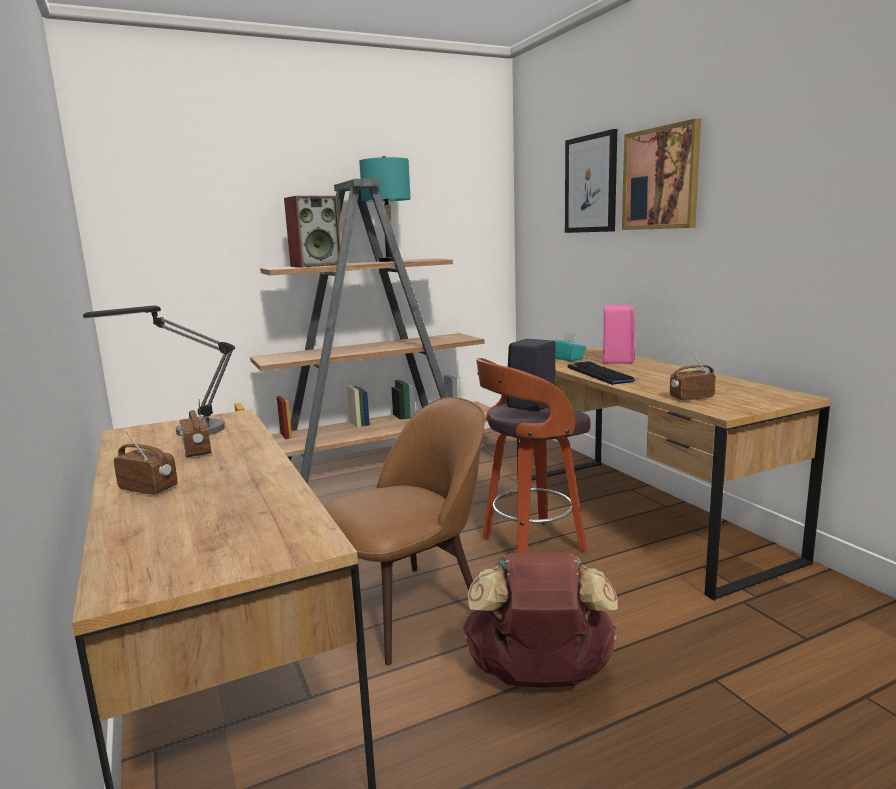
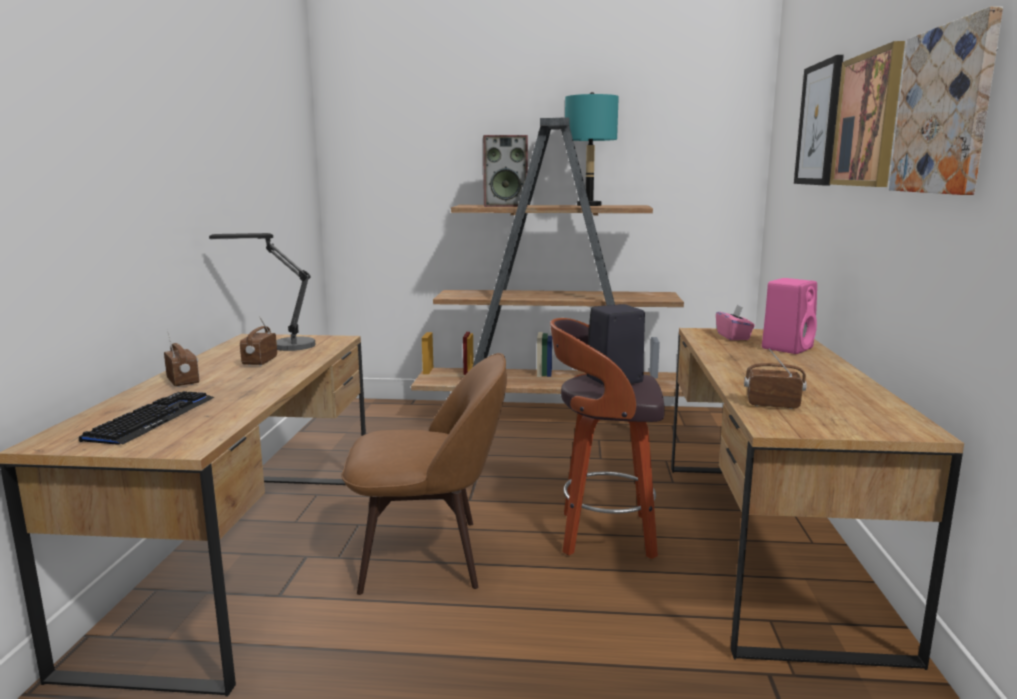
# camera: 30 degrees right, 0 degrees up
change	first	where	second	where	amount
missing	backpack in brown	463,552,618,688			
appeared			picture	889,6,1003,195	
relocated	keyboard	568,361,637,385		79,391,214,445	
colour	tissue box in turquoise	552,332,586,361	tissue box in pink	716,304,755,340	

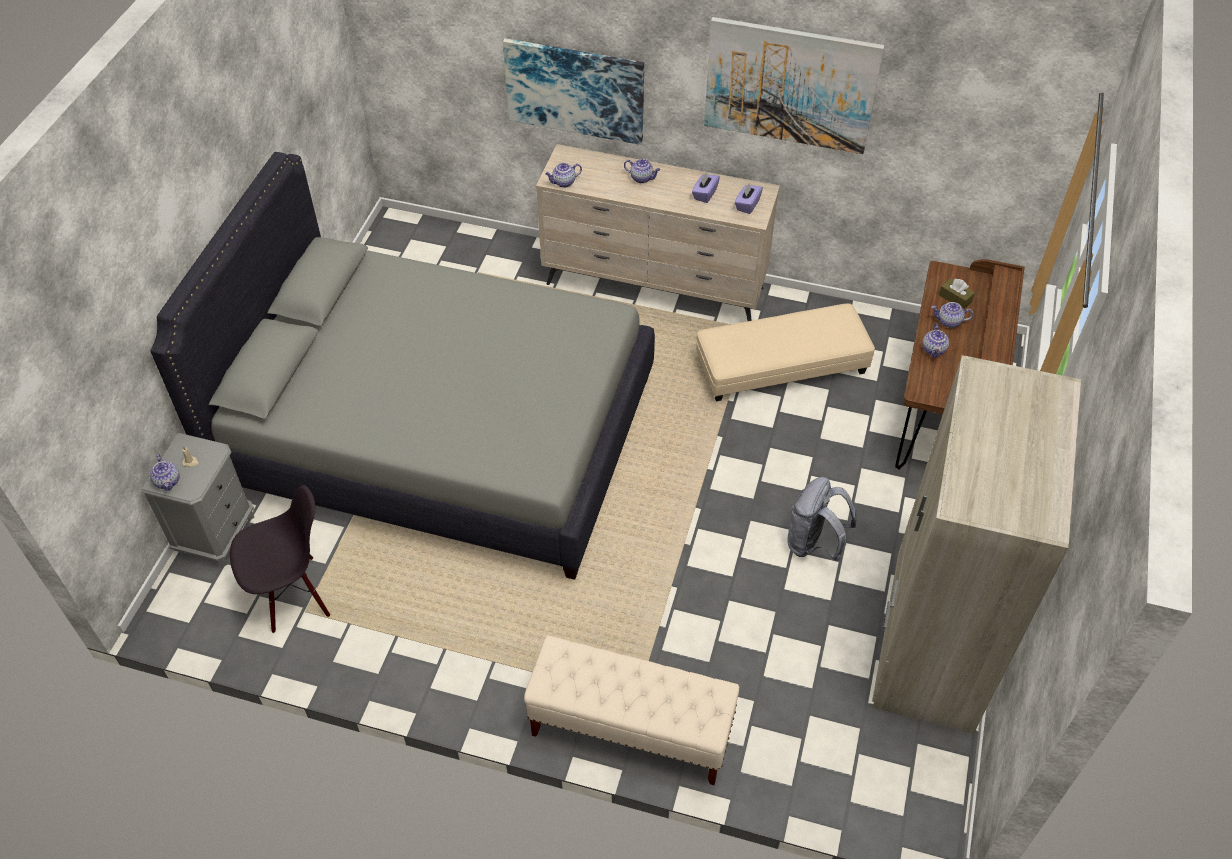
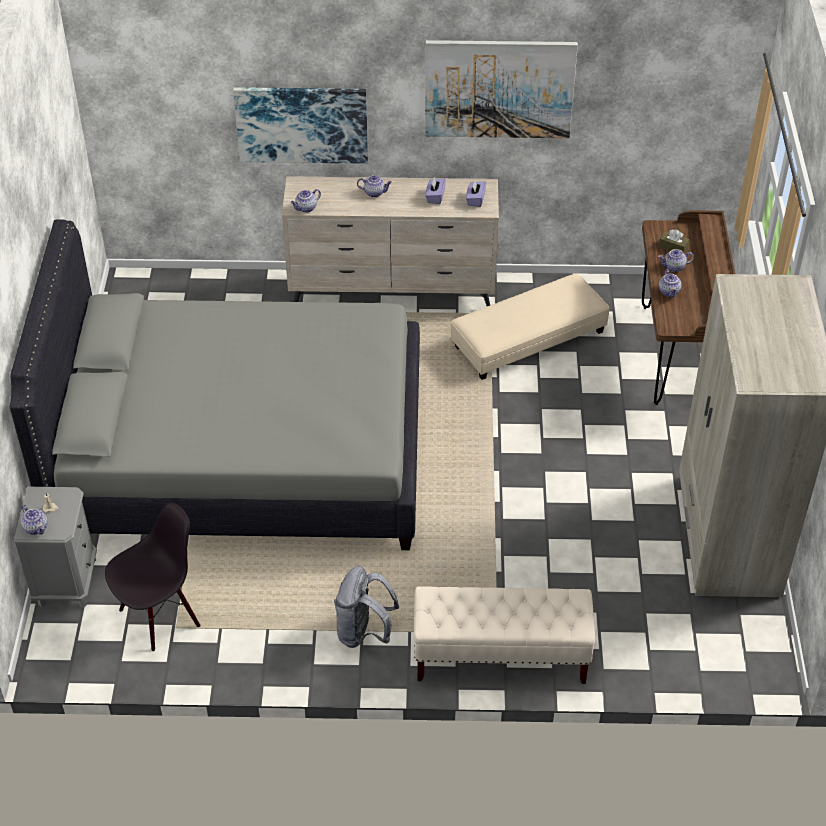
# camera: 15 degrees left, 5 degrees down
change	first	where	second	where	amount
relocated	backpack in grey	787,477,856,561		334,566,399,648	

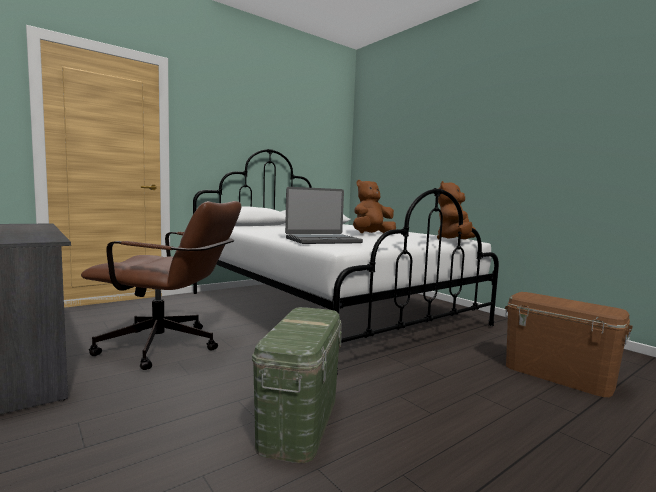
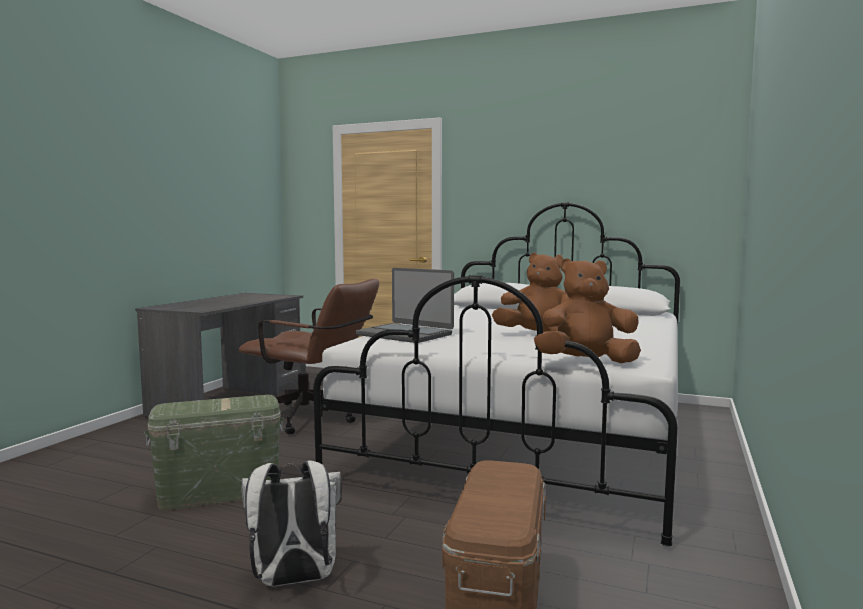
# camera: 60 degrees right, 0 degrees up
change	first	where	second	where	amount
appeared			backpack in white	241,460,341,586	
spun	office chair in brown	81,201,241,370		239,279,379,435	45 degrees counterclockwise

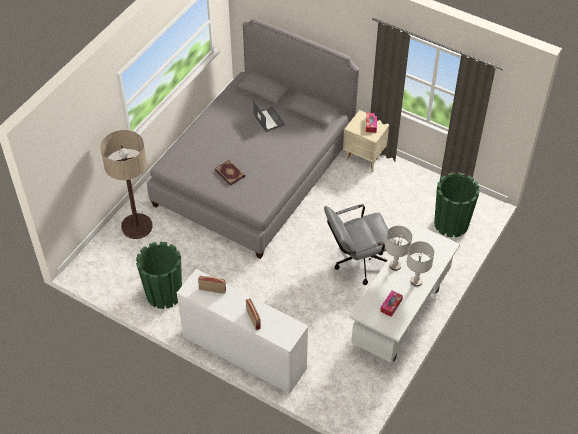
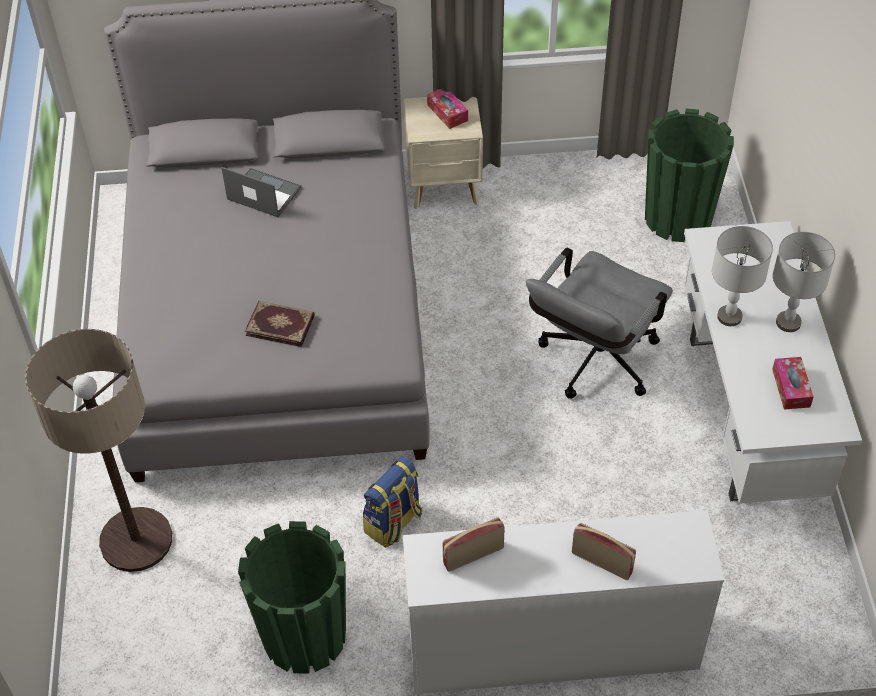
# camera: 35 degrees left, 0 degrees up
change	first	where	second	where	amount
appeared			backpack	363,456,422,548	

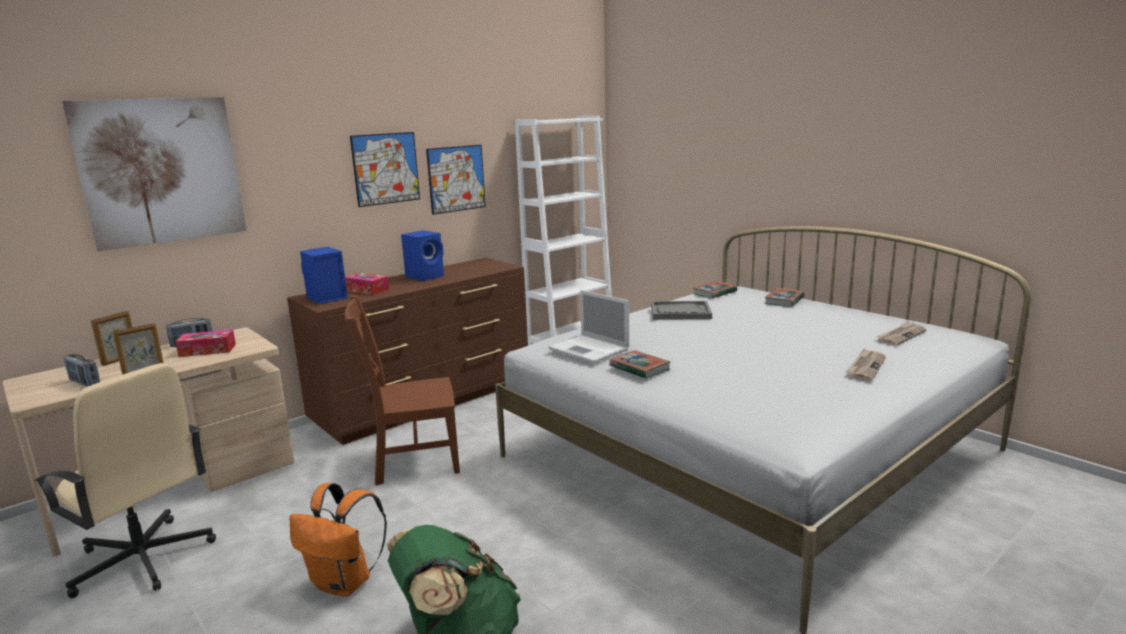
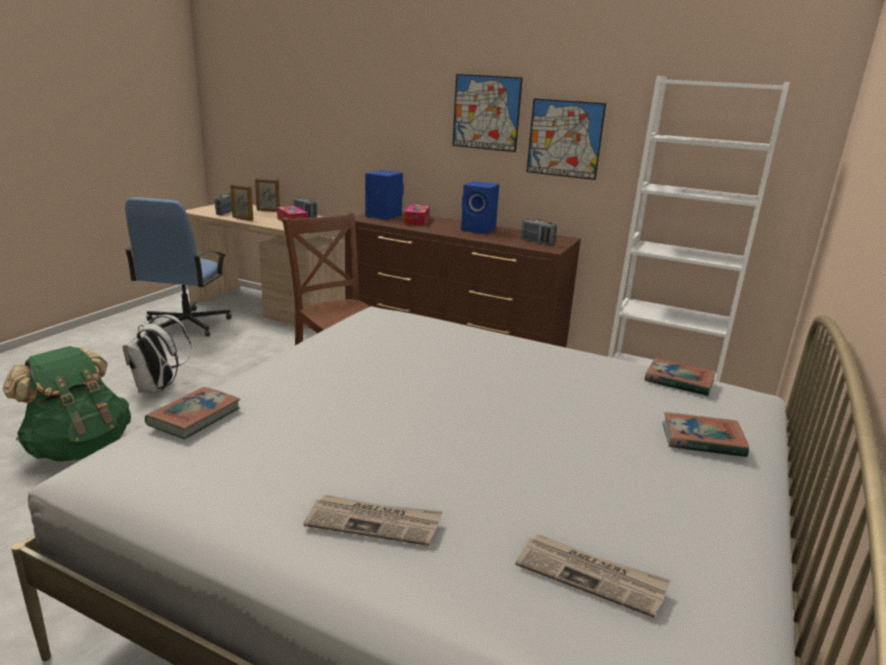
# camera: 65 degrees right, 5 degrees up
change	first	where	second	where	amount
missing	picture	62,97,247,251			
missing	laptop	548,290,629,363			
missing	tray in grey	651,301,712,320			
appeared			radio	520,218,557,245	
relocated	book	610,350,671,379		145,387,240,439	
colour	office chair in beige	34,363,216,598	office chair in blue	124,197,232,337	
colour	backpack in orange	289,483,387,597	backpack in white	122,315,192,393	

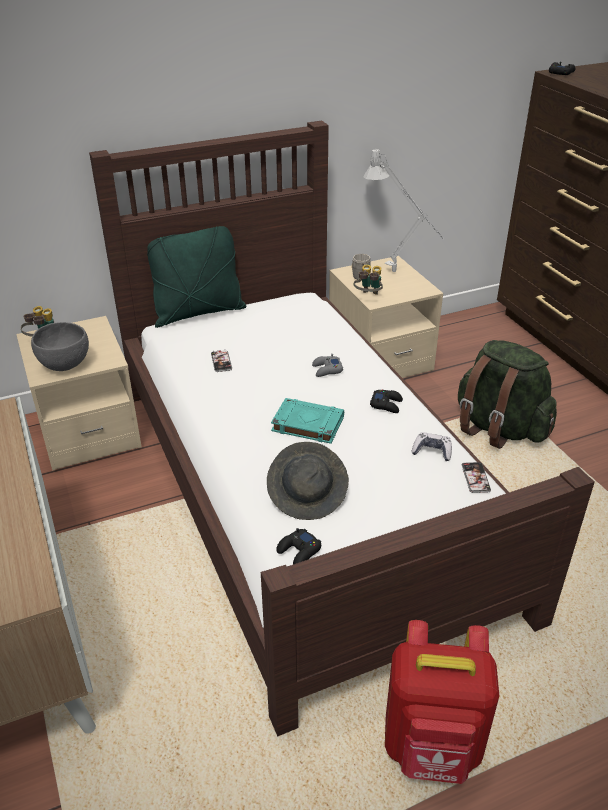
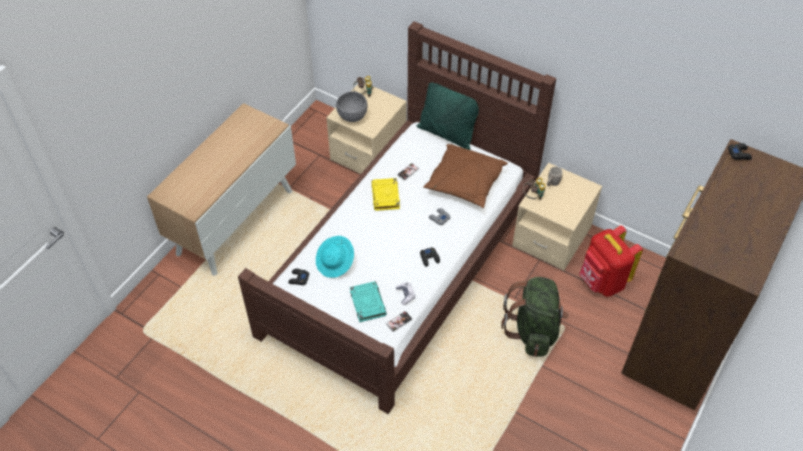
# camera: 55 degrees right, 15 degrees up
change	first	where	second	where	amount
missing	table lamp in grey	363,148,444,272			
appeared			book in yellow	372,178,400,211	
appeared			pillow in brown	423,144,508,208	
relocated	book in turquoise	271,398,344,444		350,281,387,322	
relocated	backpack in red	385,620,499,784		579,226,643,297	
colour	hat in grey	267,442,349,520	hat in turquoise	316,236,354,278	

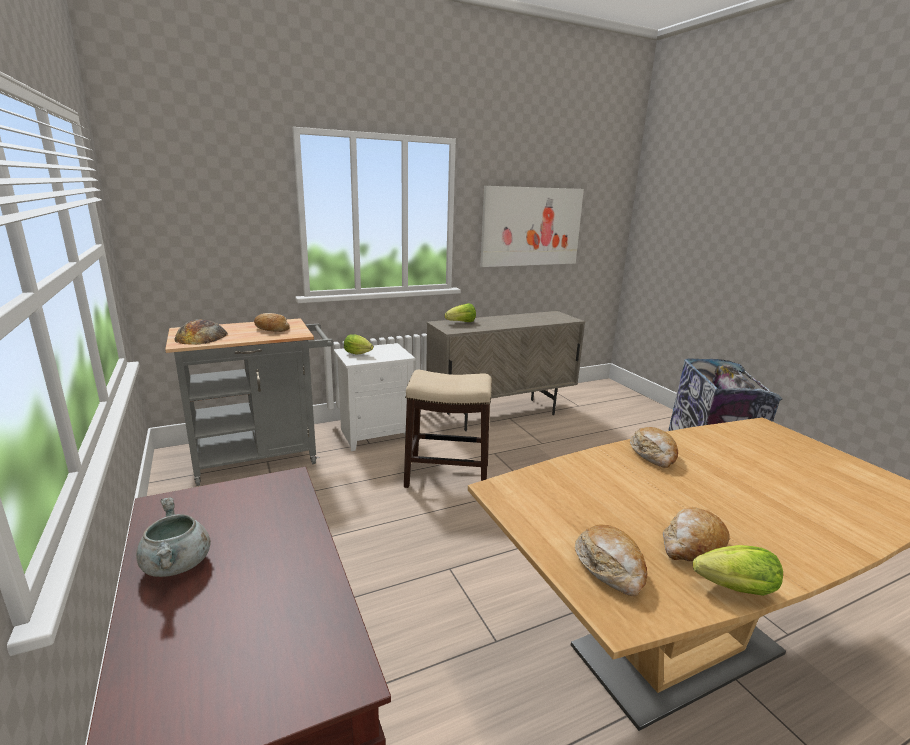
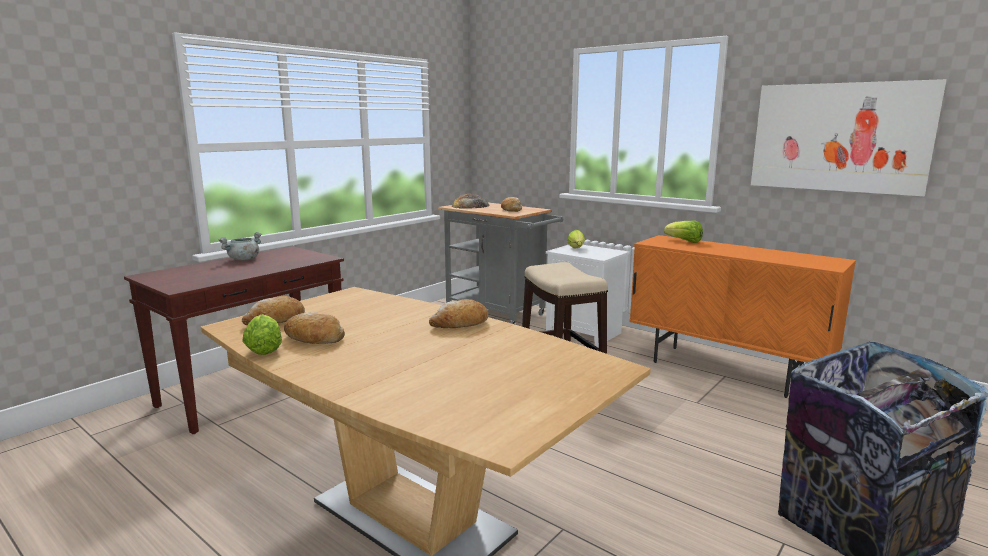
# camera: 65 degrees right, 5 degrees down
change	first	where	second	where	amount
colour	cabinet in beige	426,311,585,431	cabinet in orange	629,235,856,398	

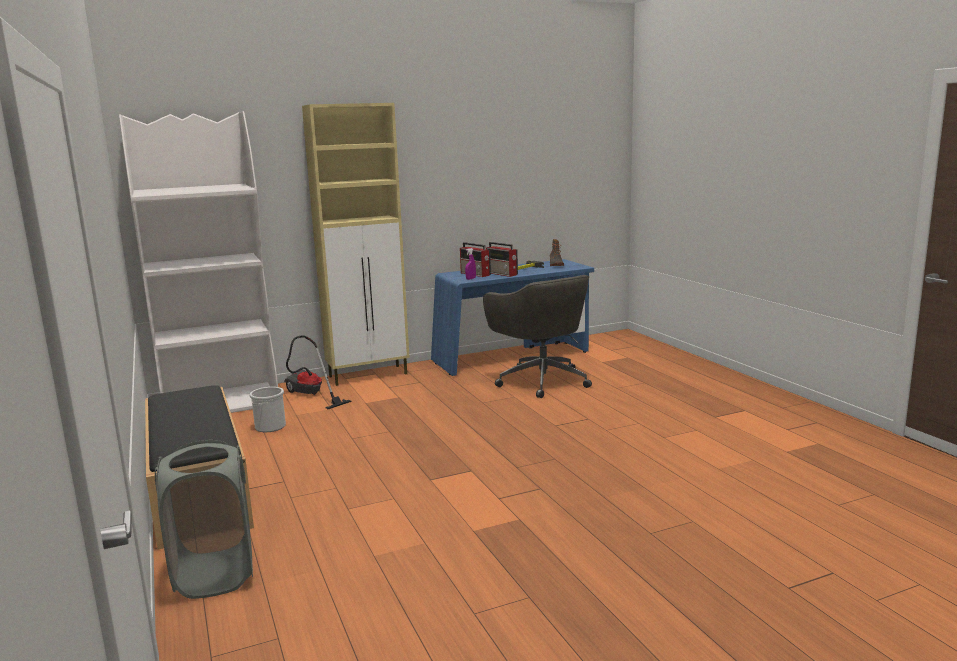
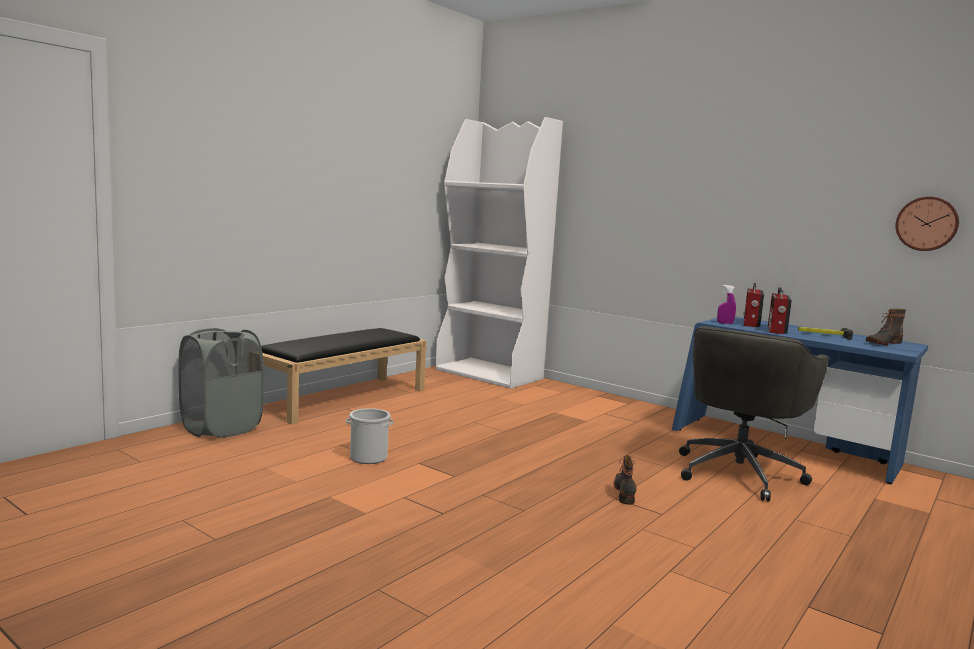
# camera: 60 degrees right, 5 degrees down
change	first	where	second	where	amount
missing	vacuum cleaner	284,335,352,409			
missing	cabinet in beige	302,103,410,386			
appeared			boot	614,455,637,505	
appeared			wall clock	895,197,959,251	
relocated	bucket	249,387,286,432		346,408,394,464	

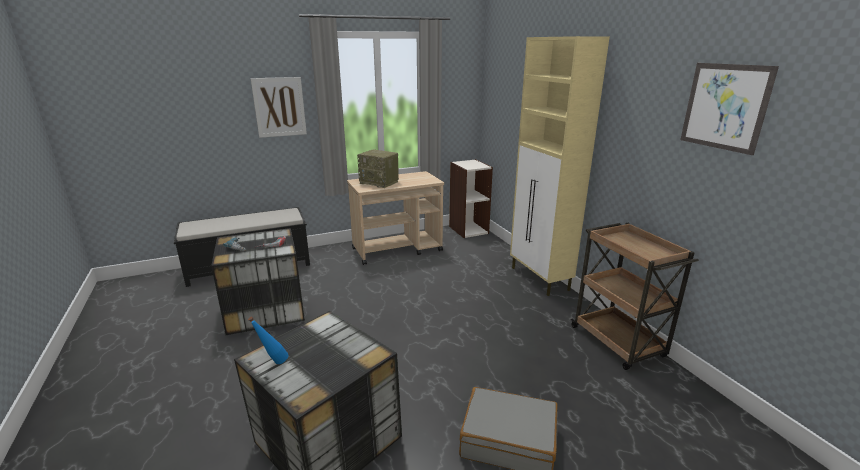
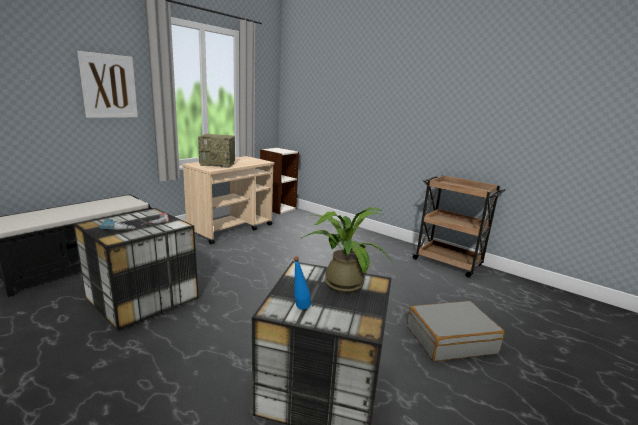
# camera: 30 degrees left, 5 degrees down
change	first	where	second	where	amount
missing	cabinet in beige	510,36,610,296			
missing	picture	680,63,779,155			
appeared			potted plant	301,207,394,293	

